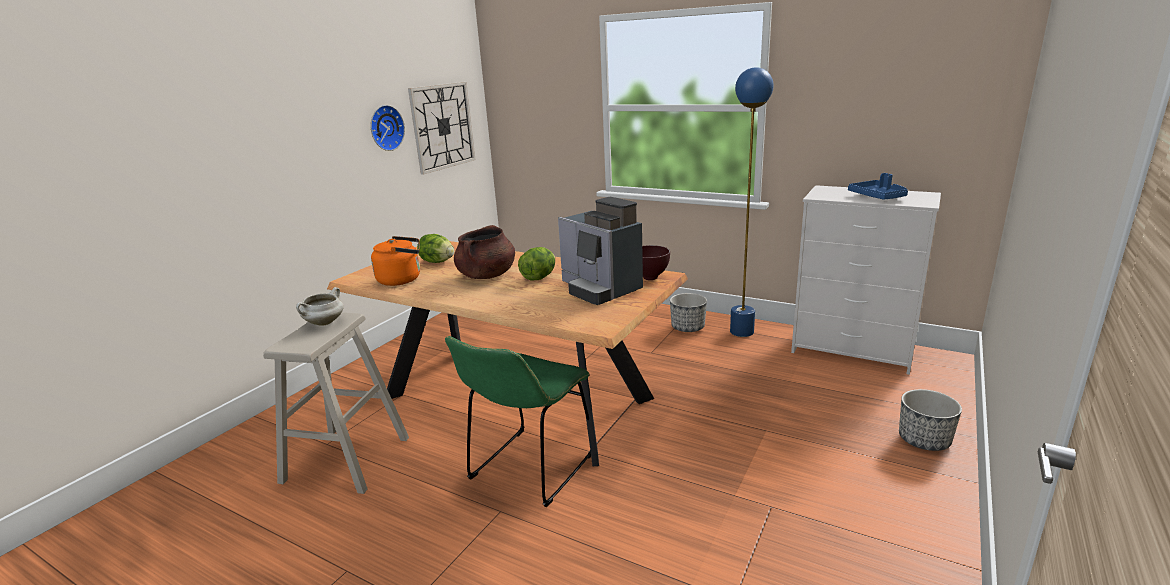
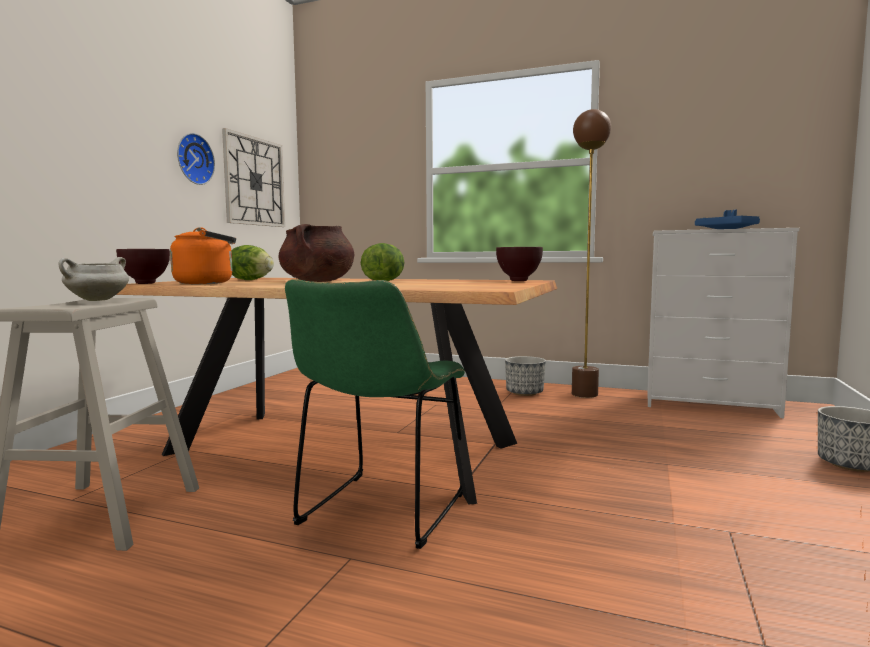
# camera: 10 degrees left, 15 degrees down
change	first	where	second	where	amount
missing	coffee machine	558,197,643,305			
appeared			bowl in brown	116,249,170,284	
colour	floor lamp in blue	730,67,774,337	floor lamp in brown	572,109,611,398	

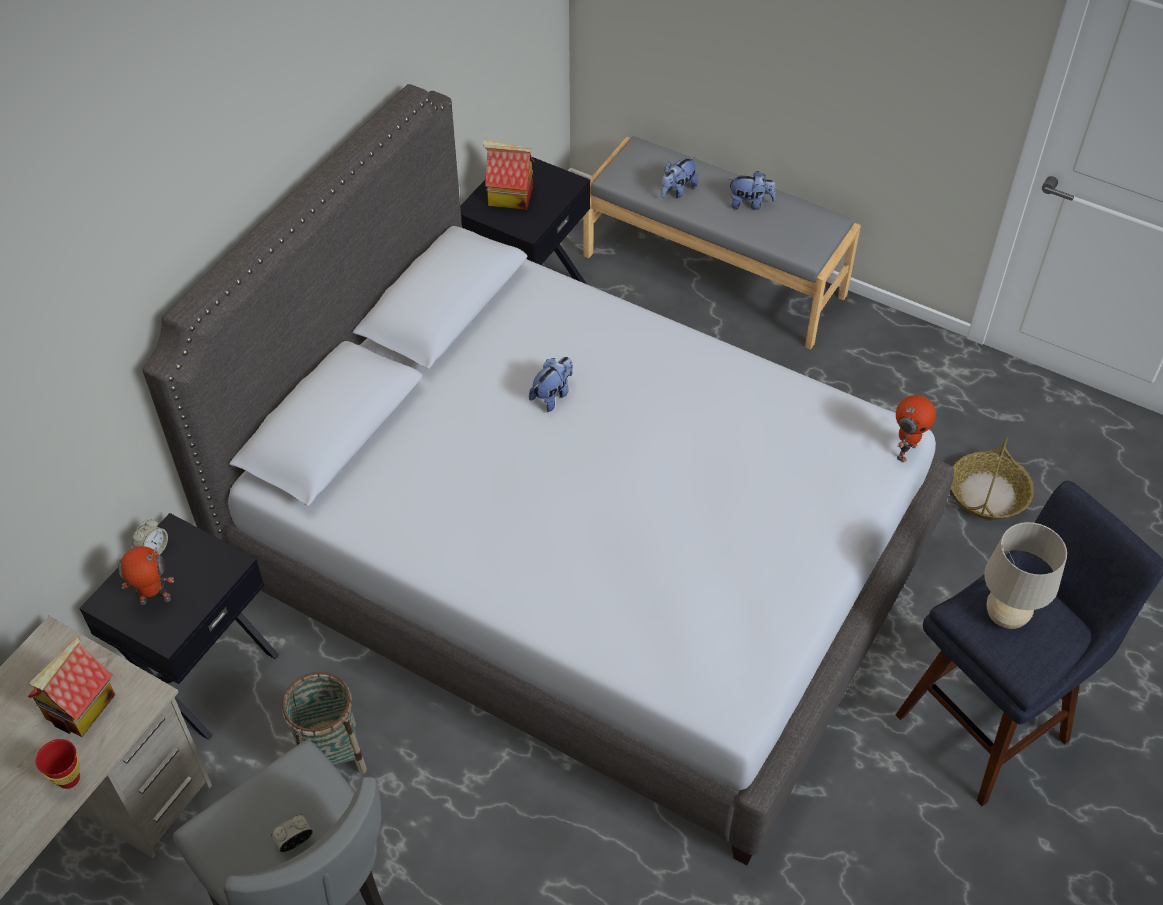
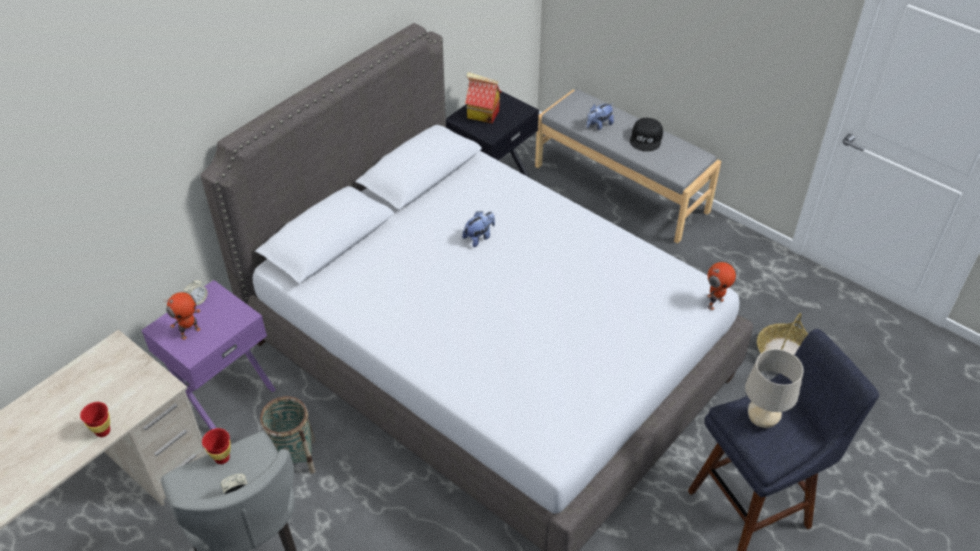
# camera: 10 degrees right, 5 degrees down
change	first	where	second	where	amount
missing	toy house	27,637,115,737			
appeared			cup in red	202,428,230,464	
exchanged	plush toy	728,171,776,210	cap in black	630,118,663,152	
colour	nightstand in black	79,513,279,740	nightstand in purple	141,280,276,430	
spun	toy robot	118,546,174,605		163,292,201,340	135 degrees clockwise

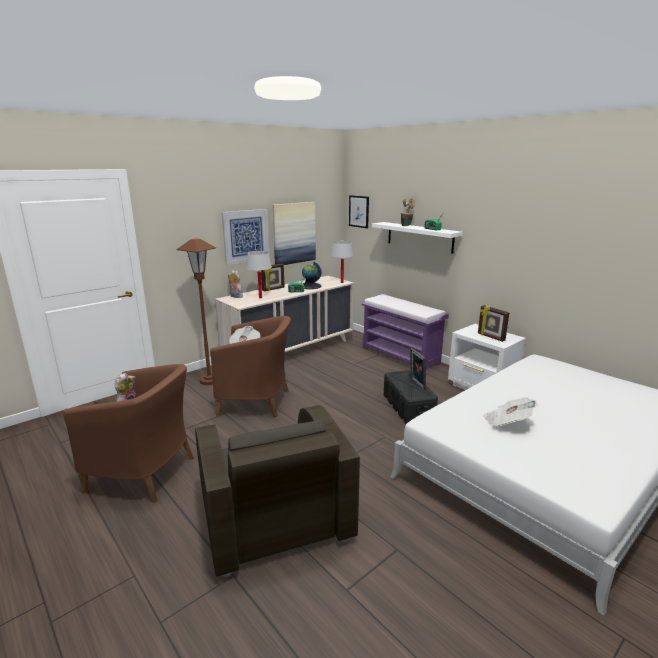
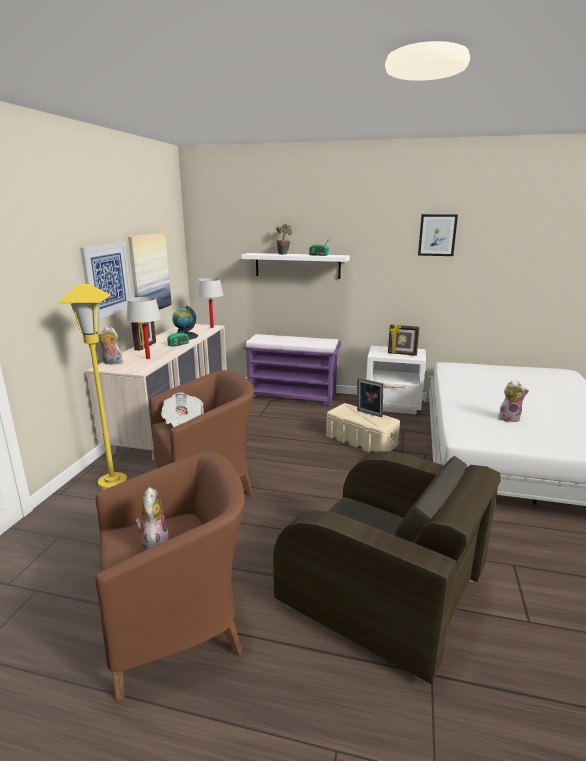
# camera: 35 degrees left, 0 degrees up
change	first	where	second	where	amount
relocated	picture	349,195,369,228		418,214,458,256	
exchanged	newspaper	484,397,538,427	plush toy	498,381,529,422	
colour	floor lamp in brown	177,238,216,385	floor lamp in yellow	57,284,127,490	
colour	storage box in black	384,370,438,424	storage box in beige	326,403,400,452	

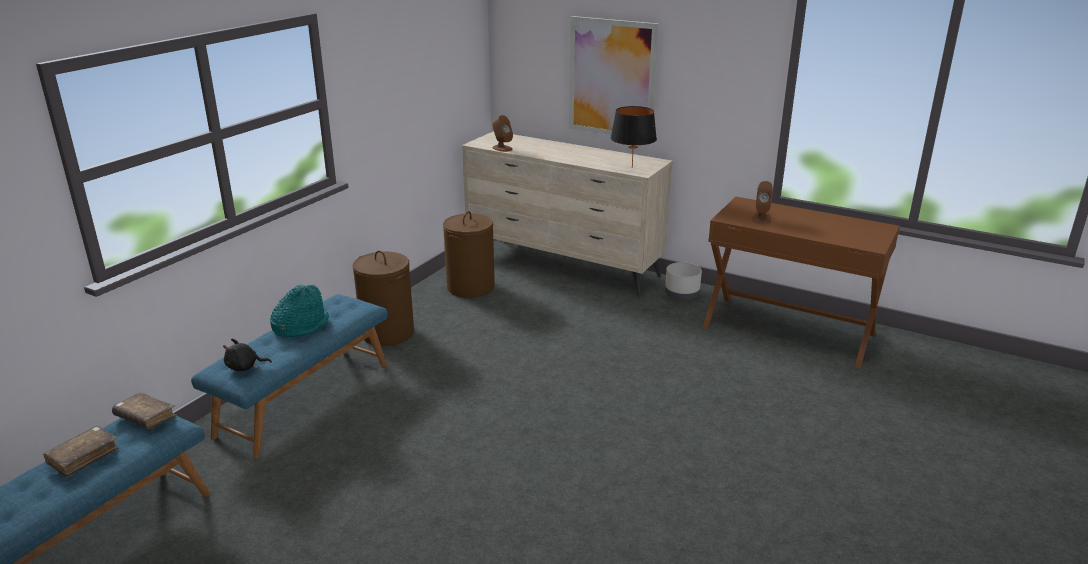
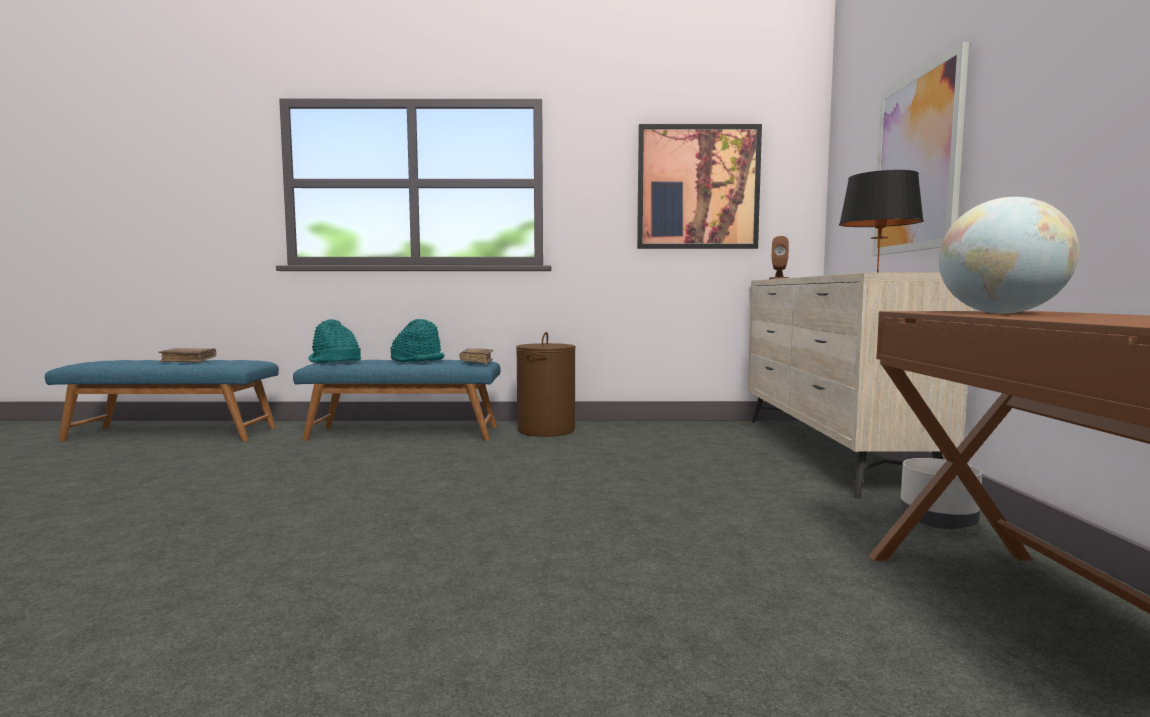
# camera: 60 degrees right, 20 degrees down
change	first	where	second	where	amount
missing	laundry basket in brown	443,211,495,298			
appeared			picture	637,124,762,249	
relocated	book in brown	112,392,177,429		460,348,493,364	
exchanged	plush toy in black	223,339,272,371	hat in turquoise	308,319,361,363	
exchanged	speaker in brown	752,181,773,224	globe	939,197,1079,314	

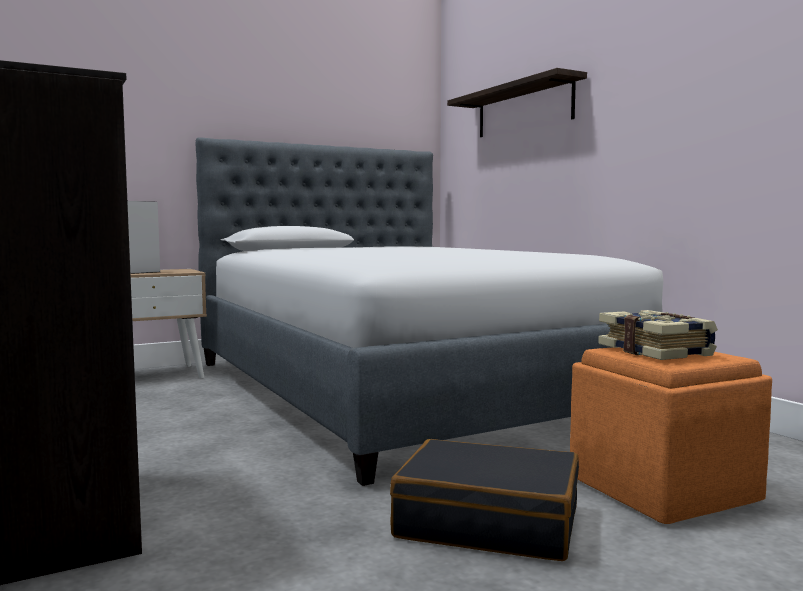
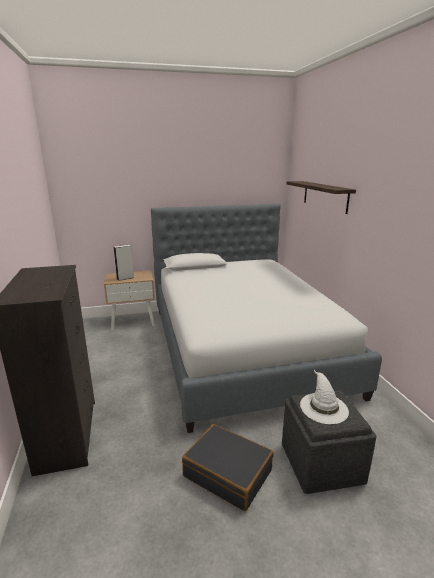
# camera: 15 degrees right, 15 degrees up
change	first	where	second	where	amount
exchanged	book	598,310,718,360	hat in white	300,370,349,424	
colour	ottoman in orange	570,347,772,524	ottoman in grey	282,390,377,494	

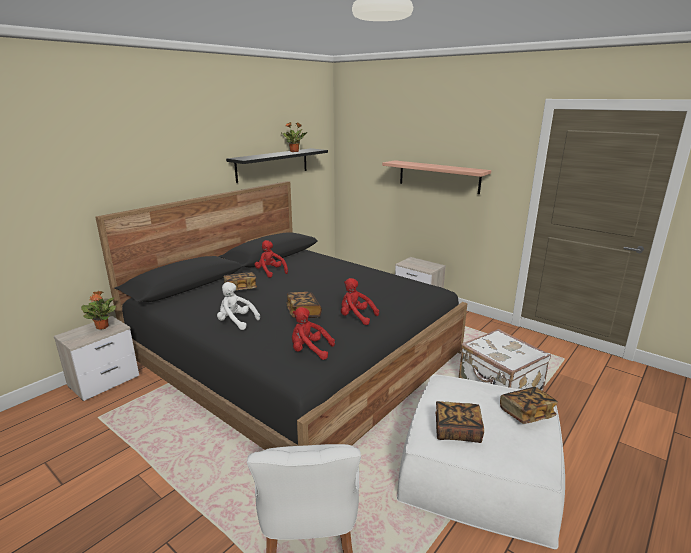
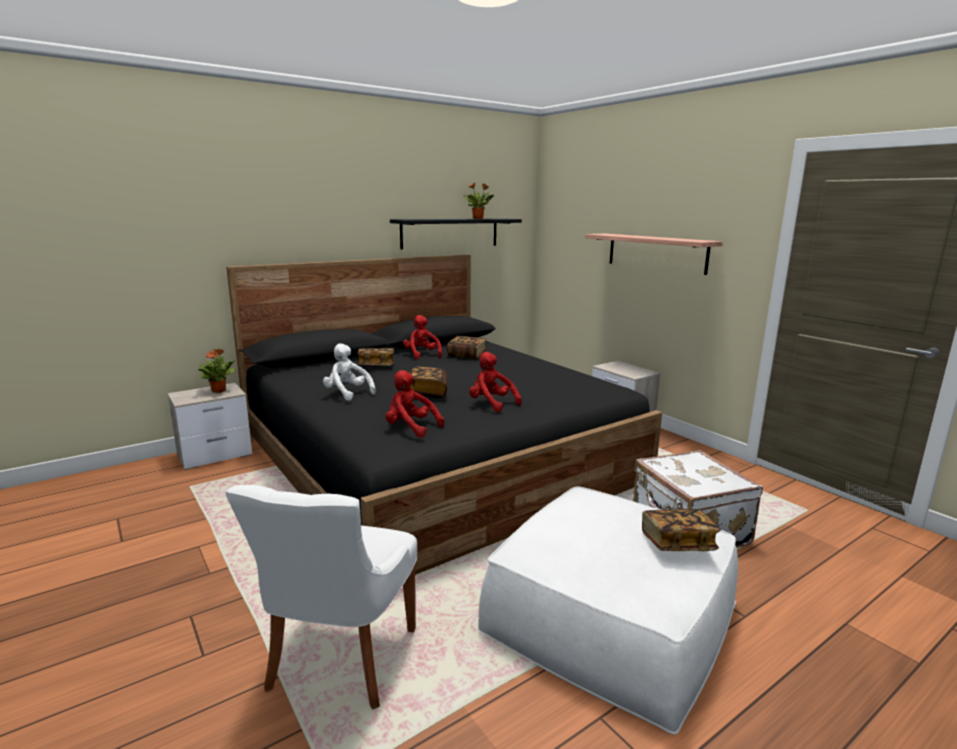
# camera: 15 degrees right, 5 degrees down
change	first	where	second	where	amount
relocated	book	436,401,484,443		447,336,487,359	

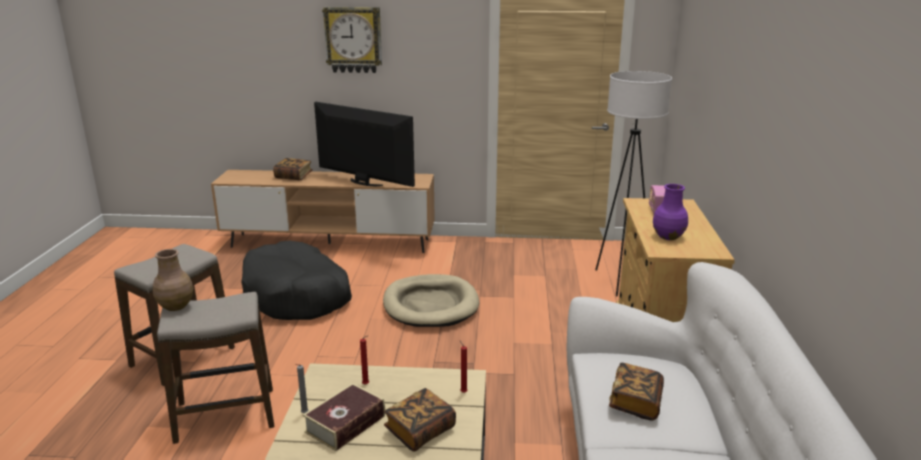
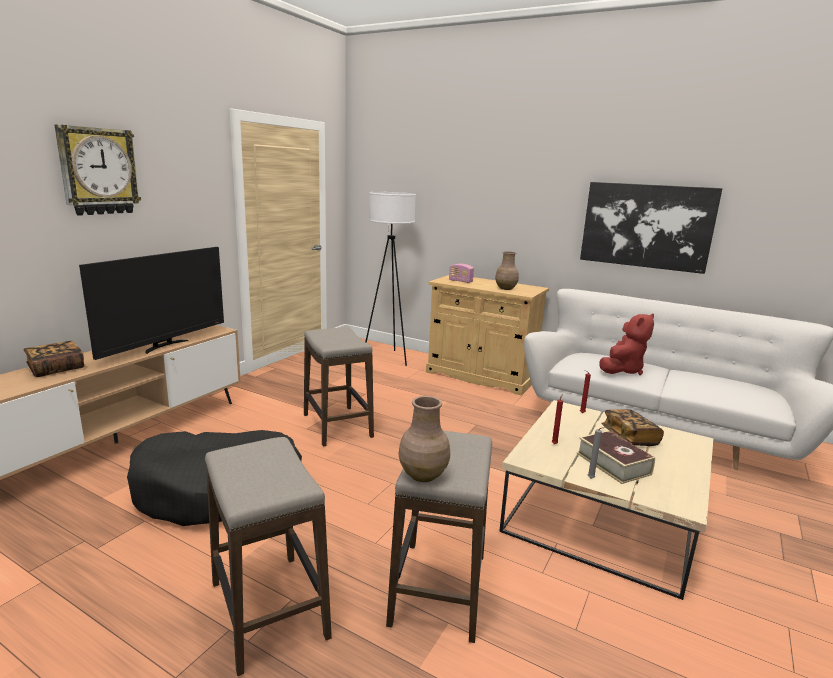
# camera: 65 degrees left, 5 degrees down
change	first	where	second	where	amount
appeared			picture	580,182,722,274	
exchanged	dog bed in beige	383,274,479,327	stool	304,327,374,447	
exchanged	book	609,363,664,420	plush toy in red	600,314,654,375	
colour	vase in purple	653,184,688,240	vase in brown	495,251,519,290	
spun	television	314,102,415,187		79,247,224,360	150 degrees clockwise

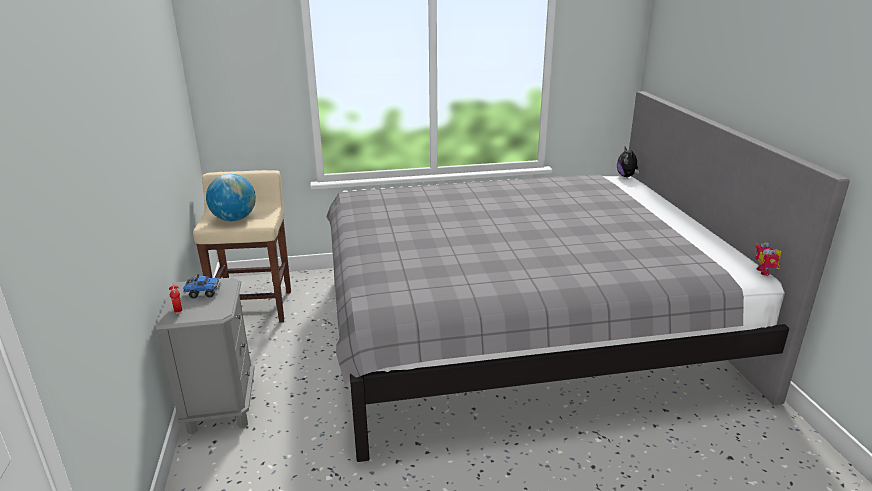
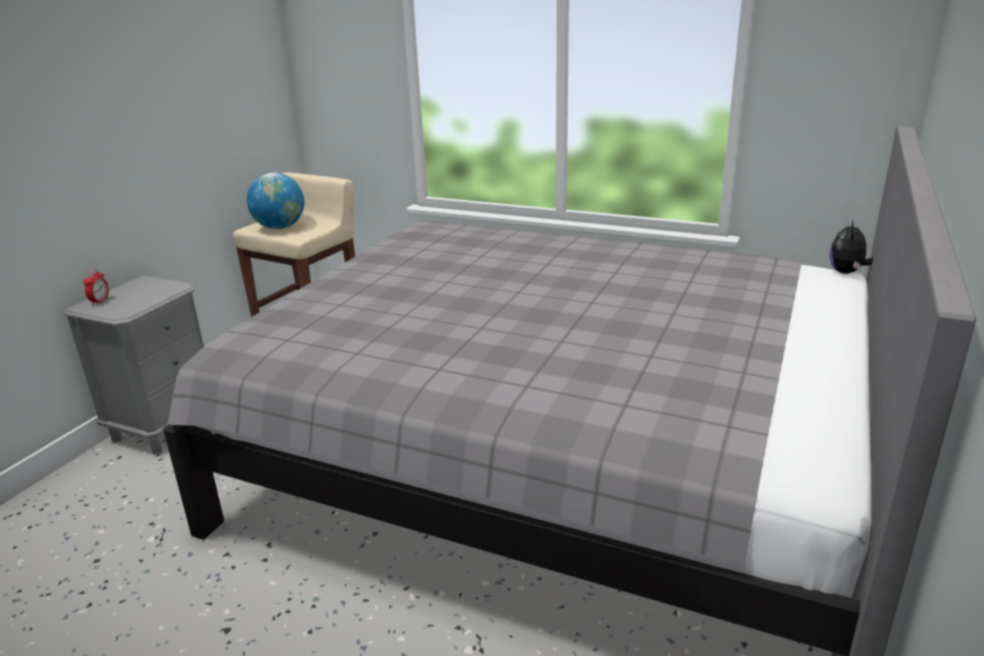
# camera: 35 degrees right, 0 degrees up
change	first	where	second	where	amount
missing	toy truck	183,274,221,299			
missing	toy robot	755,243,781,276			

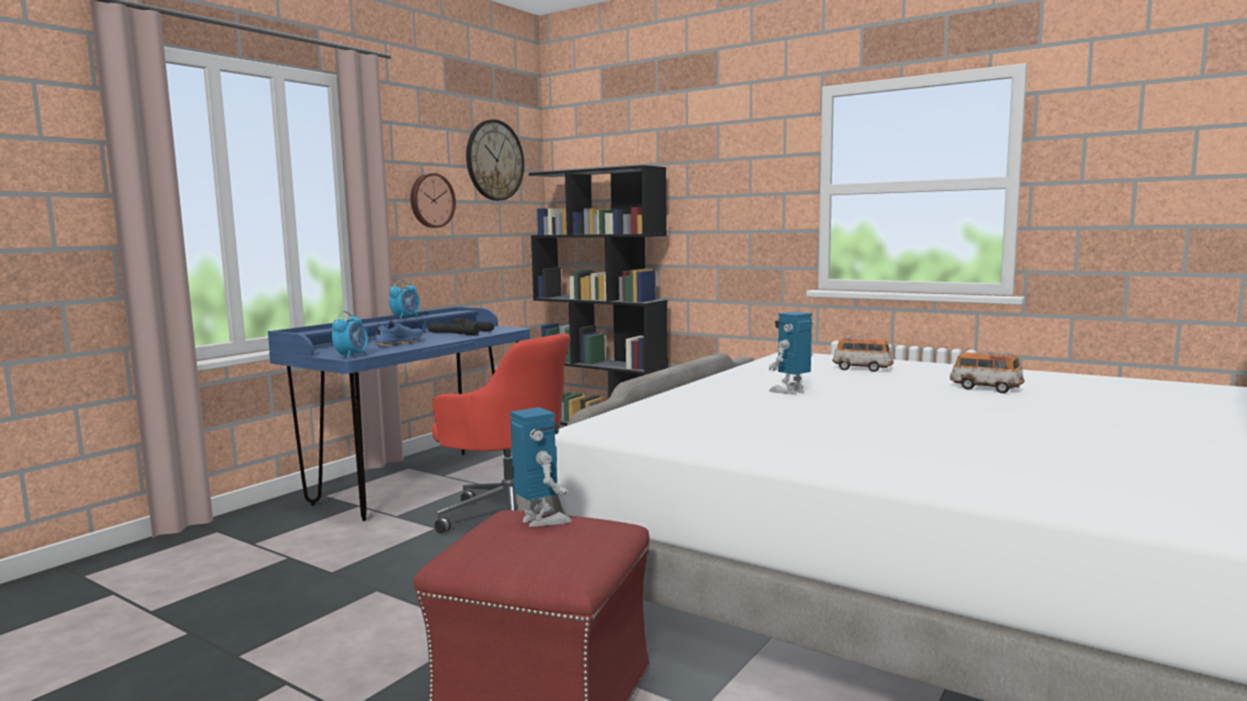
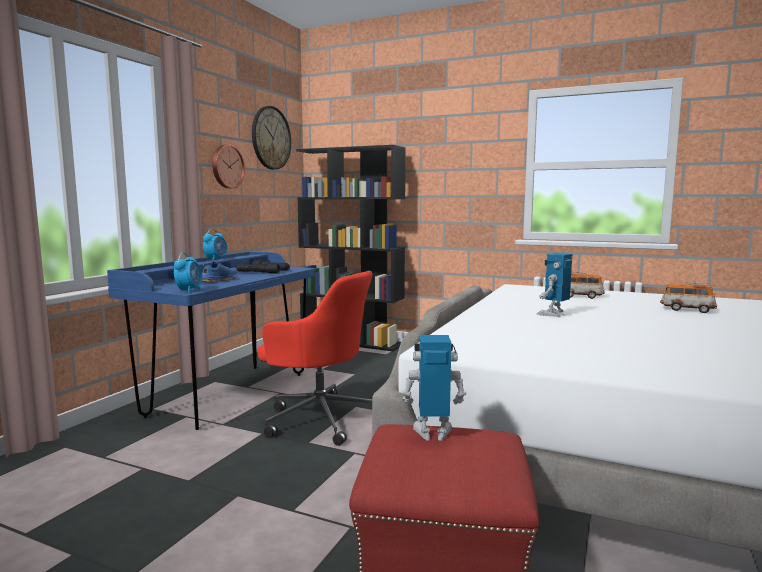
# camera: 10 degrees left, 0 degrees up
change	first	where	second	where	amount
spun	toy robot	510,407,572,527		402,335,466,441	45 degrees counterclockwise

